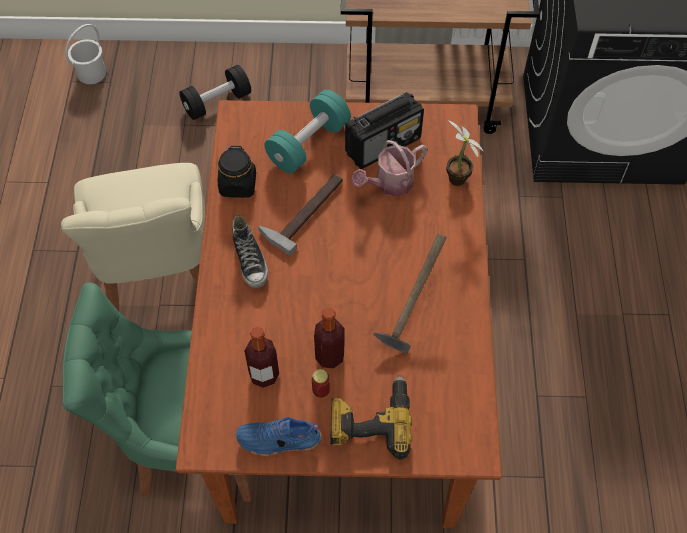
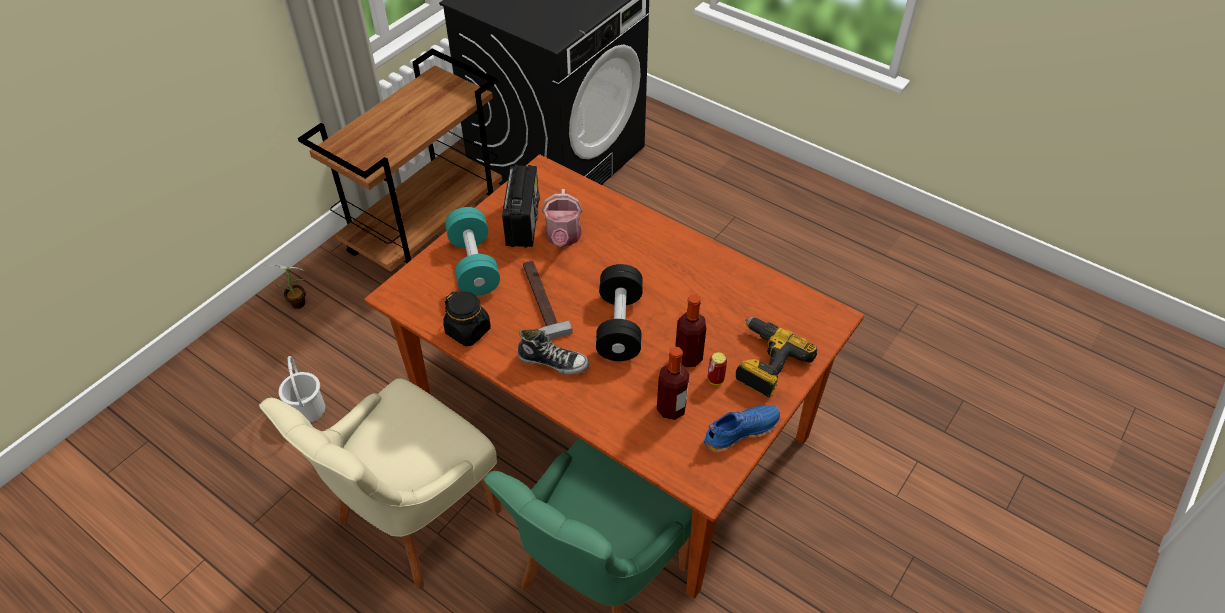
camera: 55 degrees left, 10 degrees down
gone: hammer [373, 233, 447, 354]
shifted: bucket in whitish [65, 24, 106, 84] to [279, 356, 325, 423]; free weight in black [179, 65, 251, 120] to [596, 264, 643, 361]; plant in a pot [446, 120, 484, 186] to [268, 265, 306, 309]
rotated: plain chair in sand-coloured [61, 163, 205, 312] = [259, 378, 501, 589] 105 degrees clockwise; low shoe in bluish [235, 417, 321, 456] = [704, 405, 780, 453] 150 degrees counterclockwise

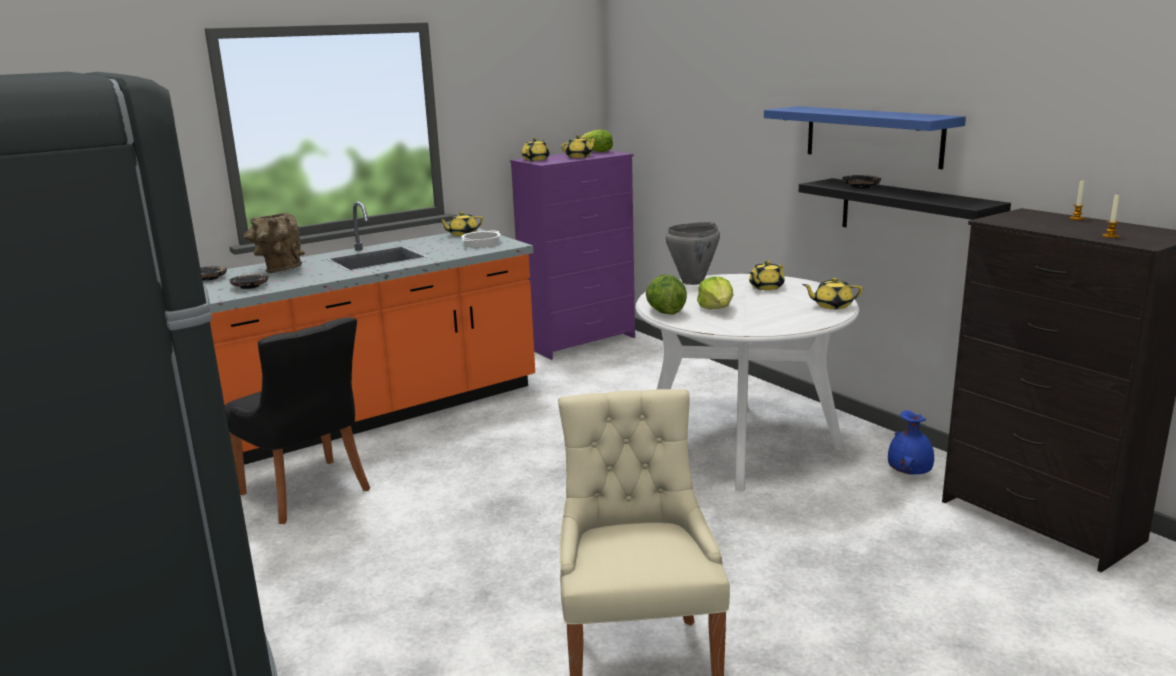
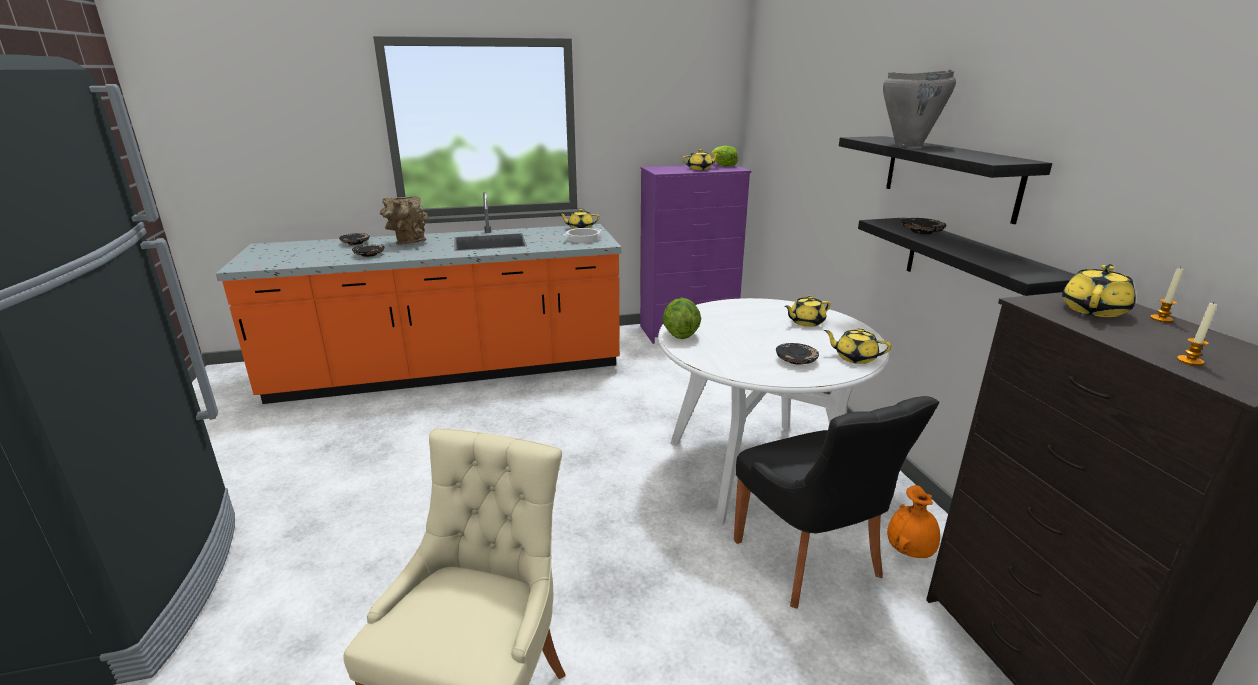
camera: 20 degrees right, 5 degrees up
gone: lettuce [697, 276, 734, 310]
new: dinner plate in black [776, 343, 819, 365]
shifted: pot for tea in yellowish [522, 138, 550, 161] to [1062, 264, 1136, 317]; saucepot in grey [666, 222, 720, 285] to [883, 70, 956, 147]; plain chair in black [225, 317, 370, 524] to [734, 396, 939, 609]
repainted: wall shelf in bluish [764, 106, 966, 169] to wall shelf in black [839, 136, 1052, 224]; flower vase in bluish [888, 410, 934, 475] to flower vase in orange [887, 485, 940, 558]

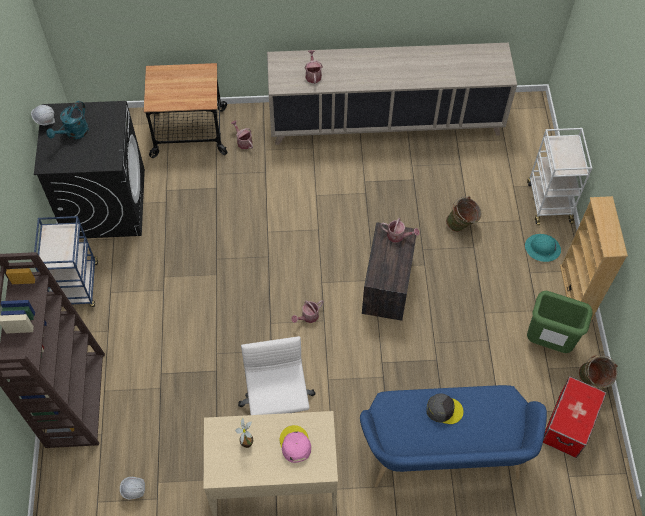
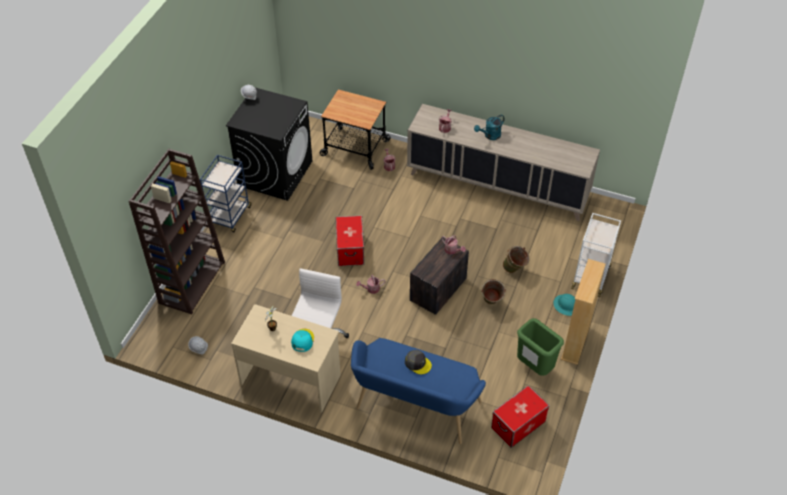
camera: 25 degrees right, 10 degrees down
new: storage bin [335, 215, 364, 266]
shifted: sprinkling can in turquoise-coloured [46, 101, 89, 139] to [474, 115, 505, 140]; bucket in greenish [579, 355, 618, 388] to [481, 279, 506, 304]
repainted: baseball cap in pink [280, 425, 311, 463] to baseball cap in turquoise-coloured [291, 329, 314, 352]

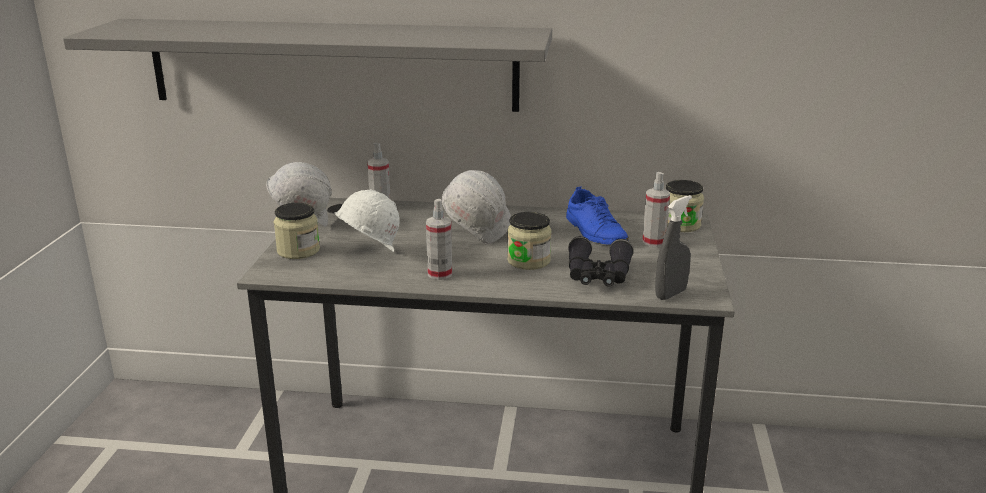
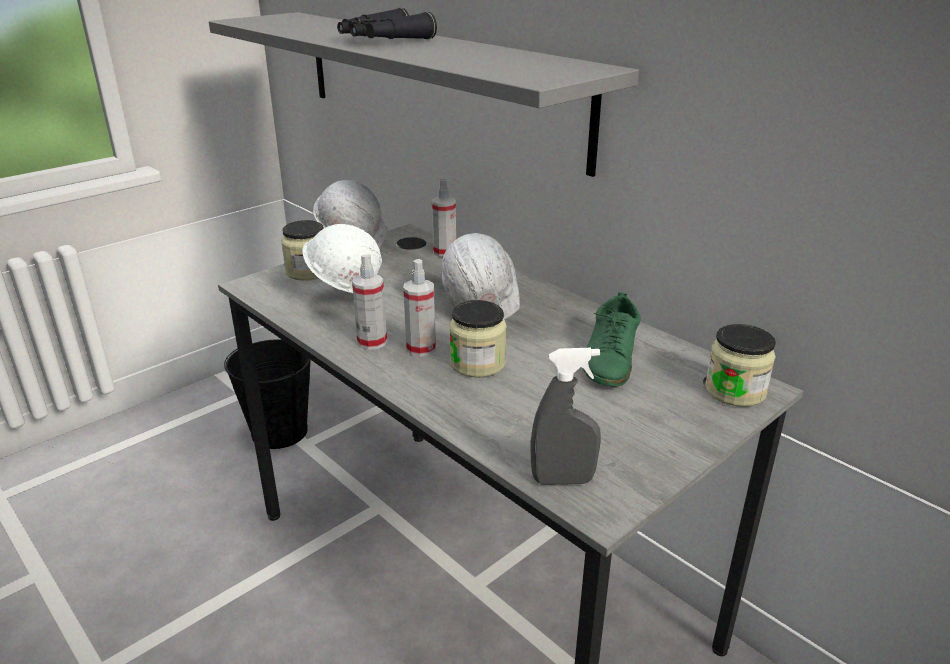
camera: 40 degrees right, 5 degrees up
new: bucket in black [224, 339, 310, 449]
shifted: spray bottle [642, 172, 670, 247] to [403, 259, 436, 357]; pair of binoculars in black [568, 236, 634, 287] to [337, 8, 437, 39]
repainted: low shoe in bluish [566, 186, 629, 244] to low shoe in greenish [583, 292, 641, 387]

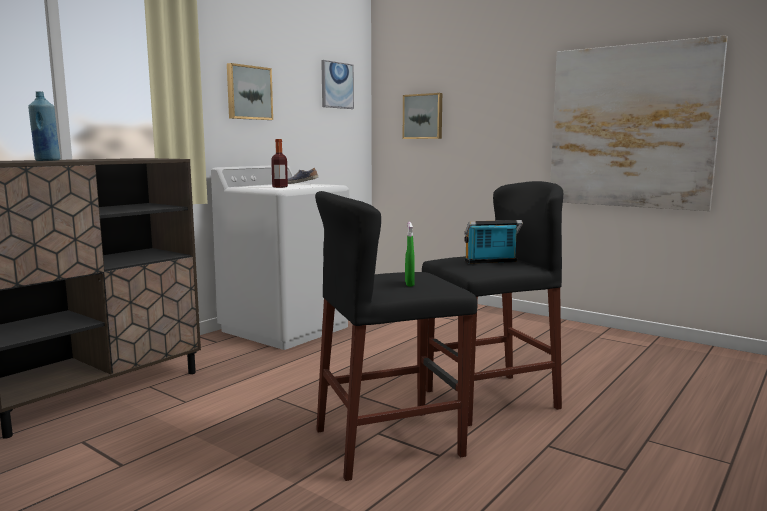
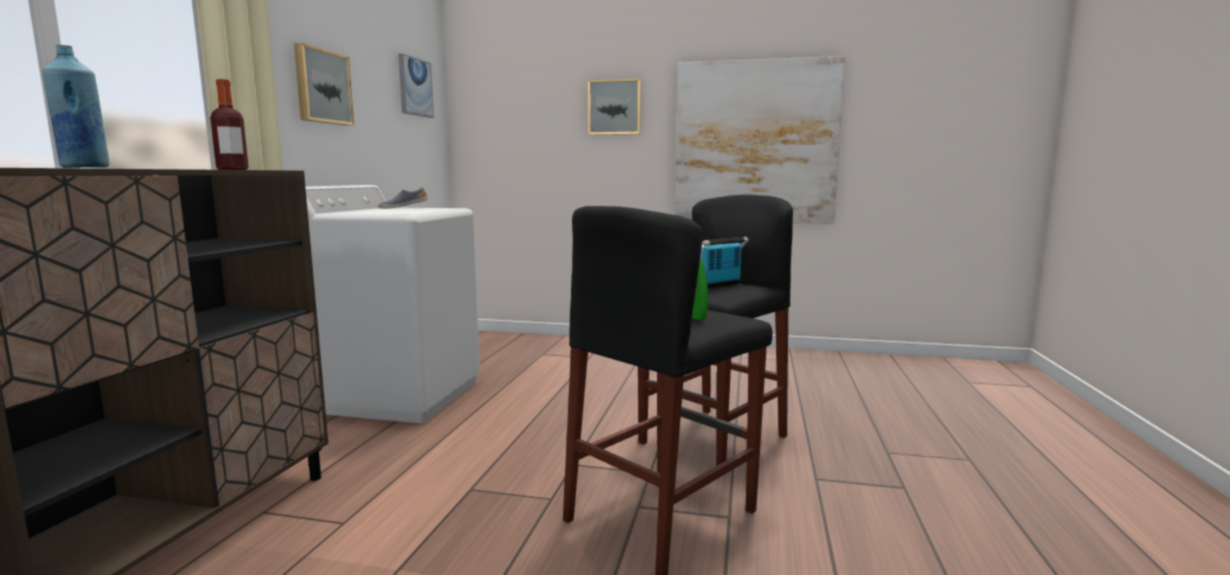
camera: 25 degrees left, 0 degrees up
shifted: wall picture [403, 93, 442, 139] to [588, 79, 641, 135]; drink bottle [271, 139, 288, 188] to [210, 79, 249, 170]

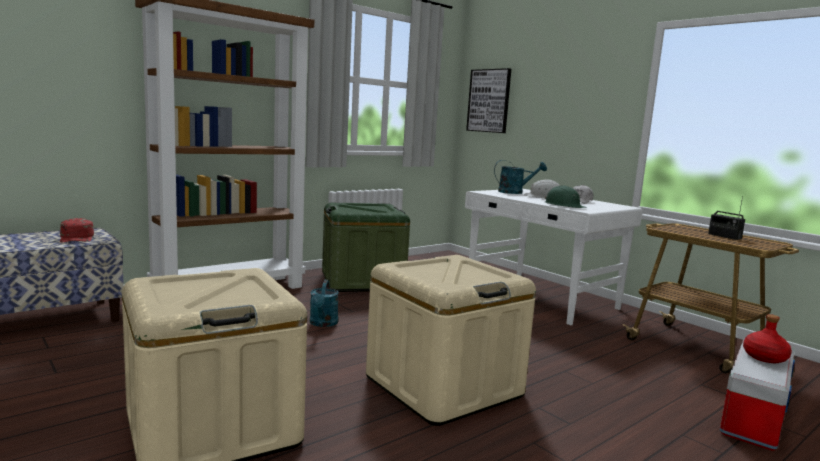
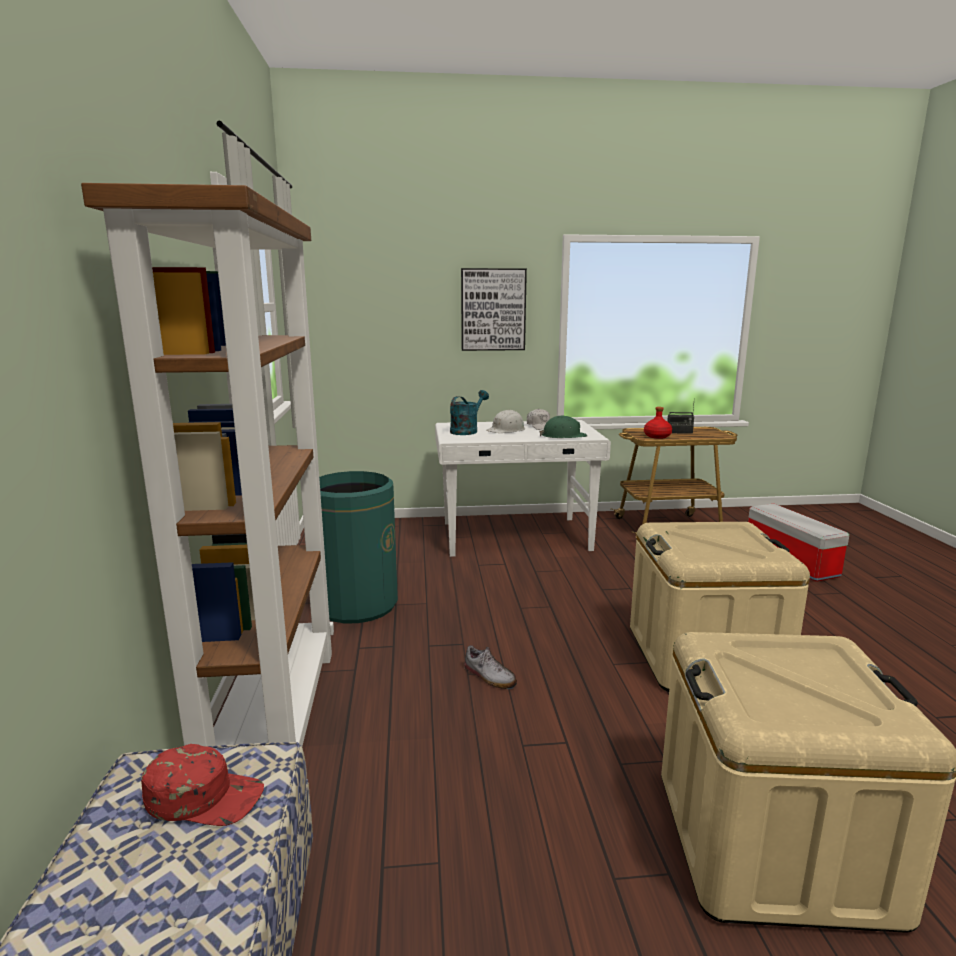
camera: 55 degrees left, 5 degrees up
shifted: wall picture [466, 68, 511, 133] to [461, 268, 527, 351]; drink bottle in red [743, 314, 792, 363] to [644, 407, 672, 439]
swapped: storage bin in greenish [322, 203, 410, 292] to waste bin in greenish [319, 471, 398, 623]; sprinkling can in turquoise-coloured [310, 280, 339, 327] to low shoe [464, 645, 517, 689]

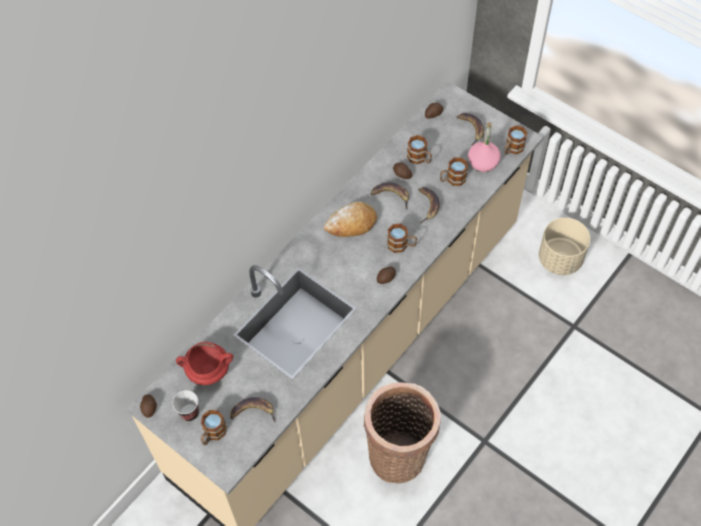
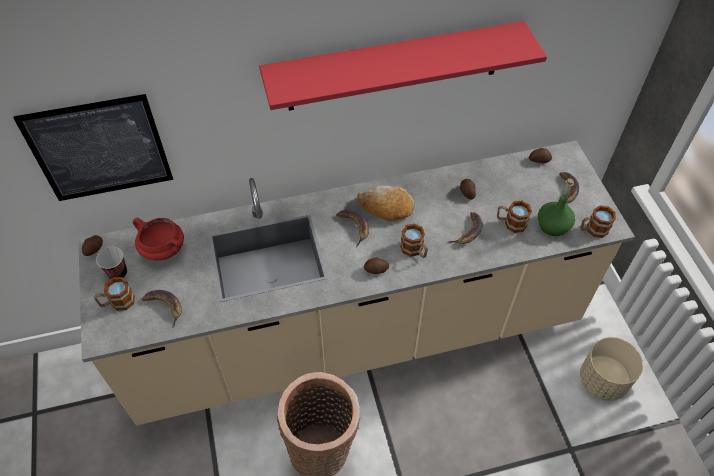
camera: 35 degrees right, 5 degrees down
gone: tea mug [407, 135, 432, 164]
new: wall shelf in red [259, 21, 547, 111]; wall picture [14, 94, 173, 201]
shifted: banana fruit [370, 182, 409, 209] to [336, 210, 369, 247]
repainted: drink bottle in pink [468, 122, 501, 172] to drink bottle in greenish [538, 178, 575, 236]

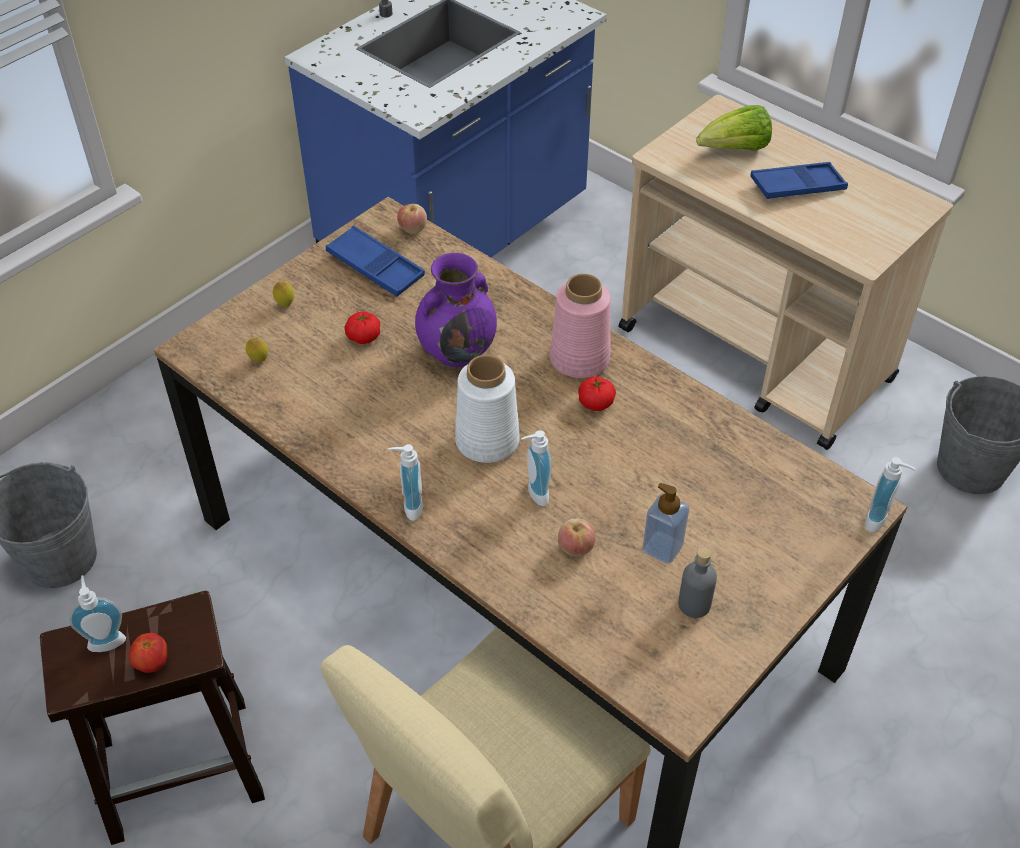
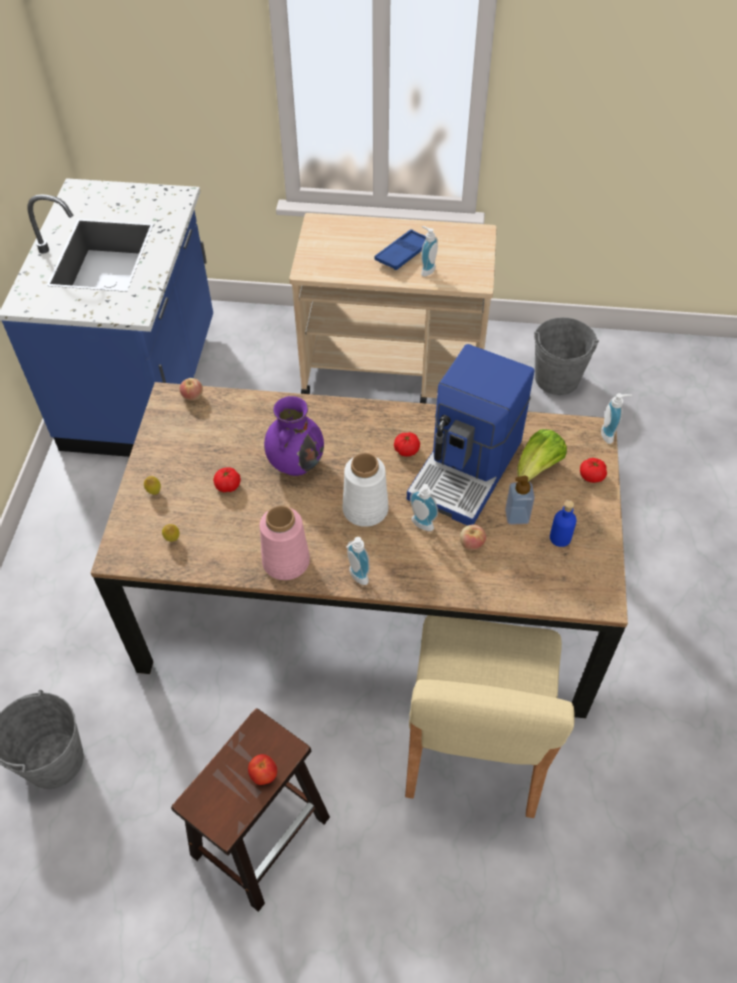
camera: 35 degrees left, 5 degrees up
gone: carrying tray in bluish [326, 225, 425, 297]
new: coffee machine [407, 344, 534, 526]; fresh tomato [580, 458, 607, 483]
shifted: lettuce [696, 105, 772, 150] to [517, 429, 567, 481]; flower vase in pink [550, 274, 611, 378] to [260, 505, 310, 580]; soap bottle [69, 575, 126, 652] to [421, 226, 438, 277]
repainted: drink bottle in grey [678, 547, 717, 618] to drink bottle in bluish [550, 500, 577, 547]

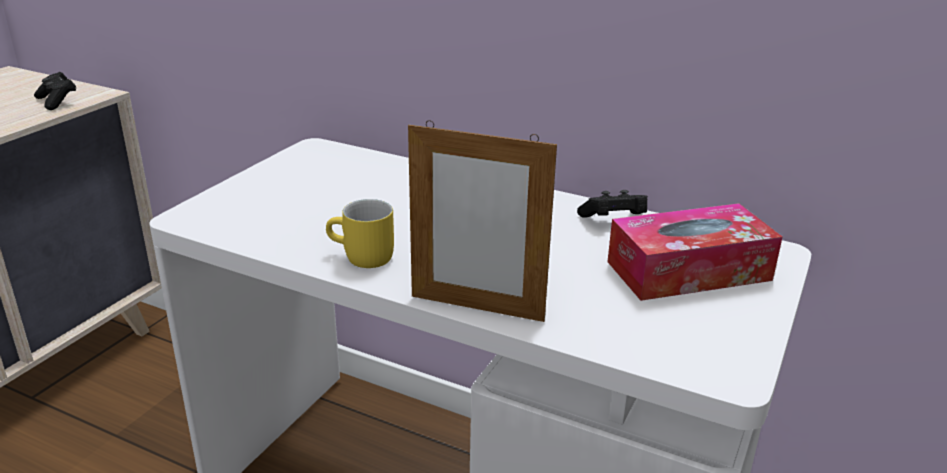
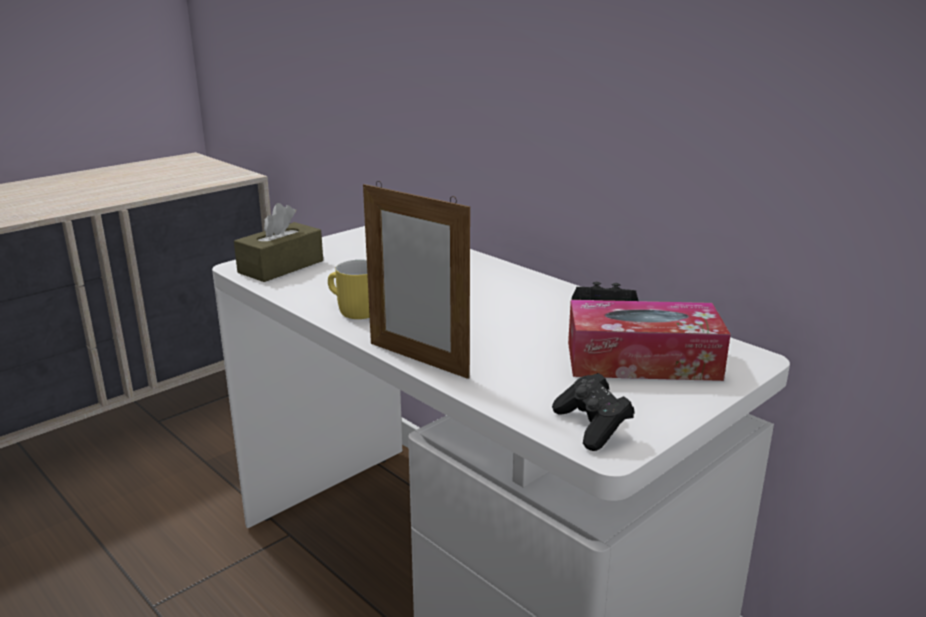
camera: 20 degrees right, 5 degrees down
new: tissue box in brownish [234, 203, 323, 282]
shifted: joypad in black [34, 72, 76, 110] to [552, 373, 635, 451]

